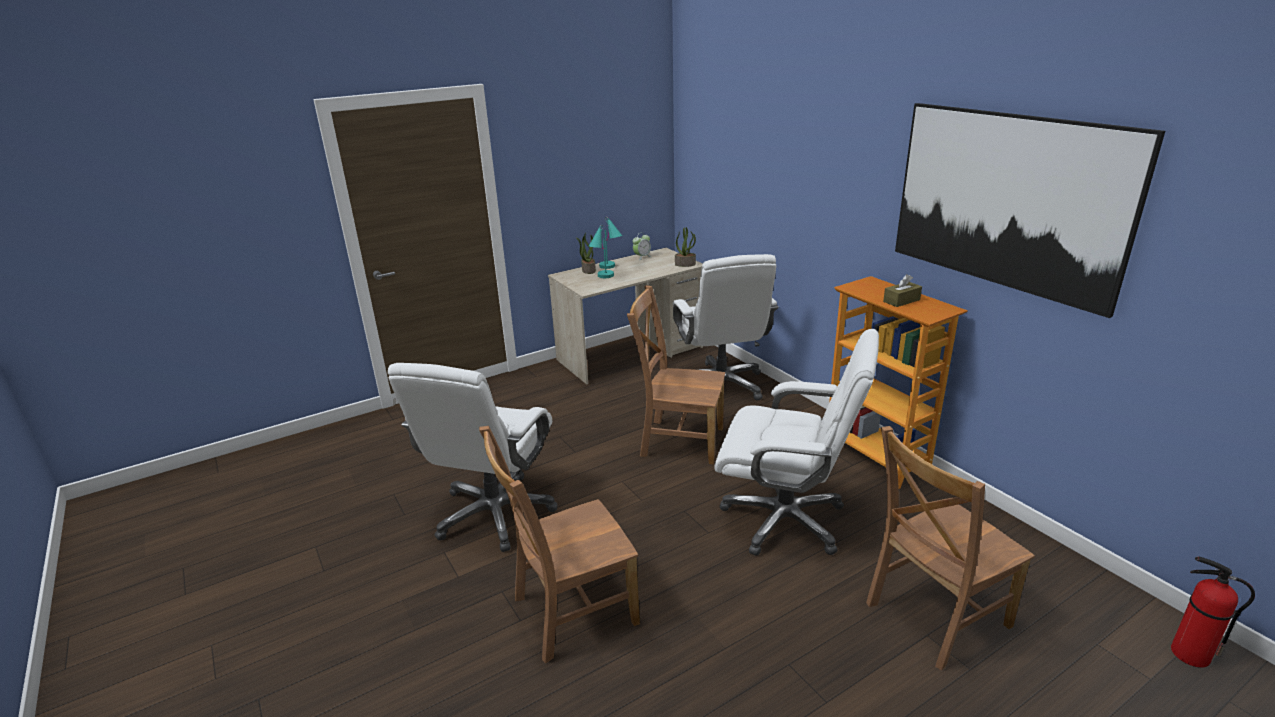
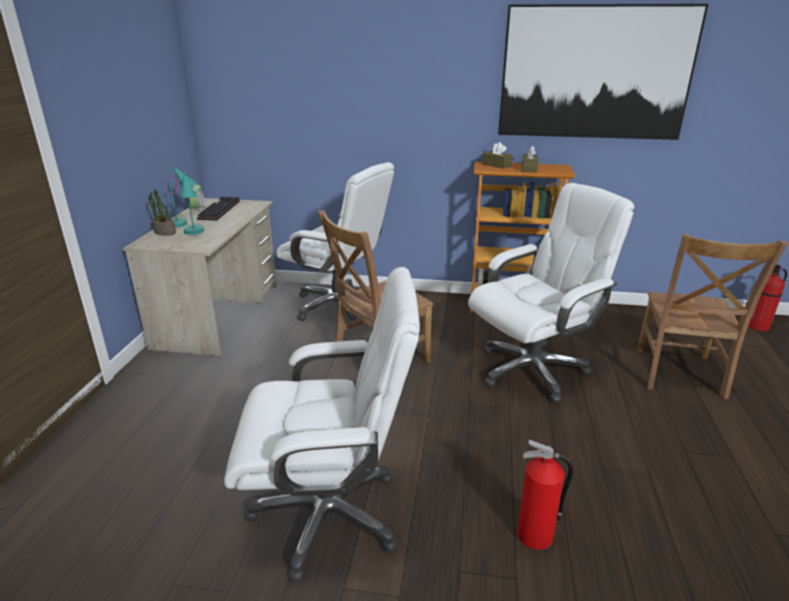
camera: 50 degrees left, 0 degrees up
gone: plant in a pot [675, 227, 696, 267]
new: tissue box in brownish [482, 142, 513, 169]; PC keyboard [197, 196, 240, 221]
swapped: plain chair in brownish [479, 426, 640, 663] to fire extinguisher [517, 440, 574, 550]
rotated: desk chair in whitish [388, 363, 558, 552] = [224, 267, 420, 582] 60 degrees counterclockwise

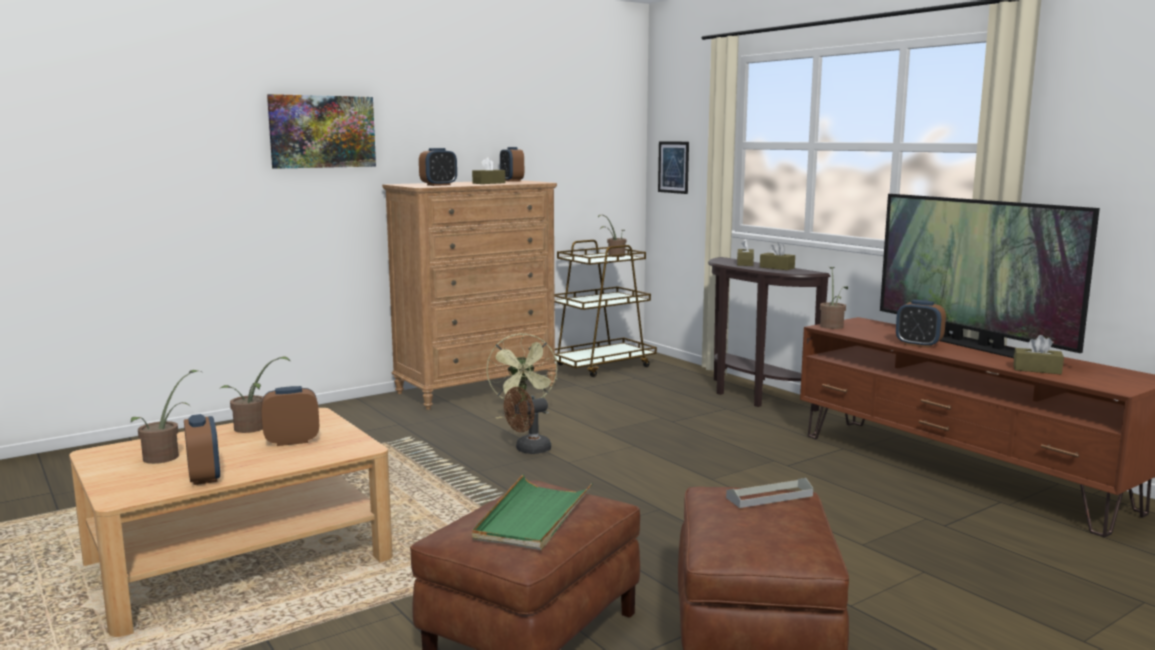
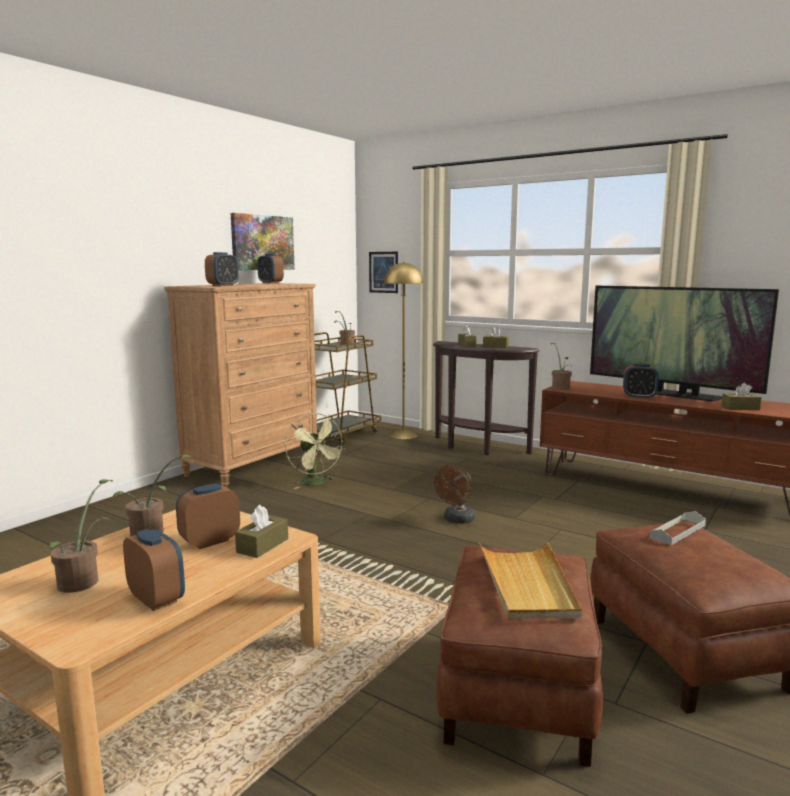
camera: 20 degrees left, 0 degrees up
new: standard lamp in yellowish [384, 262, 424, 439]
shifted: wall picture [267, 94, 376, 169] to [231, 213, 295, 270]; tissue box in brownish [472, 157, 505, 184] to [235, 505, 288, 558]; electric fan in brownish [504, 387, 551, 454] to [434, 465, 475, 524]
repainted: carrying tray in greenish [472, 474, 593, 550] to carrying tray in sand-coloured [479, 542, 581, 619]

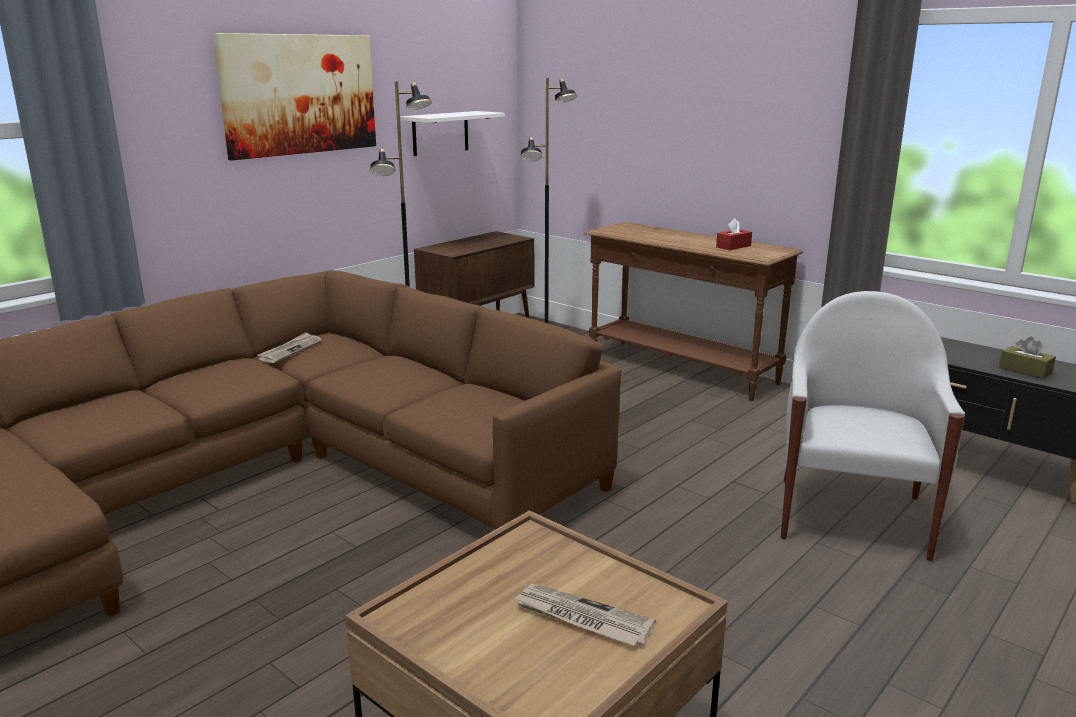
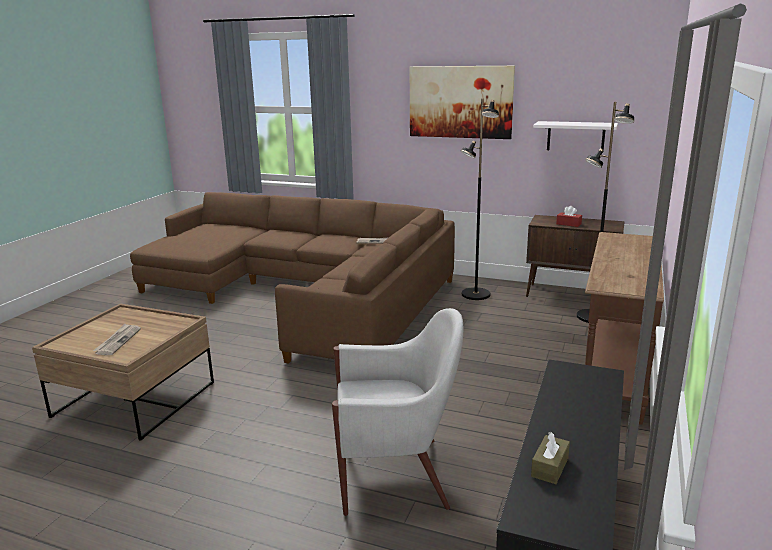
camera: 70 degrees right, 0 degrees up
shifted: tissue box in red [716, 218, 752, 250] to [556, 206, 582, 227]

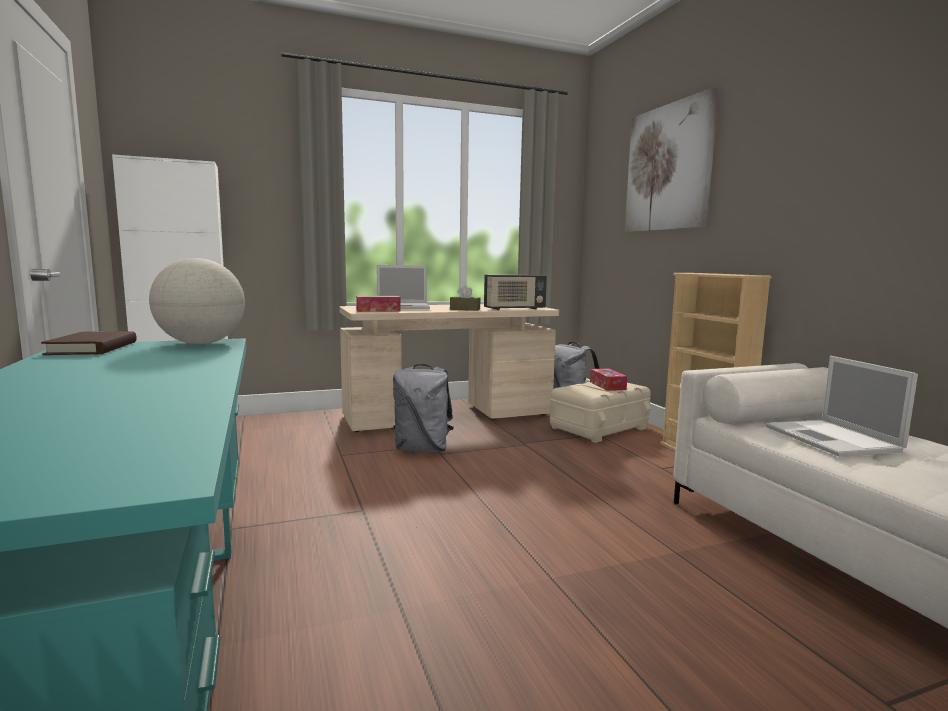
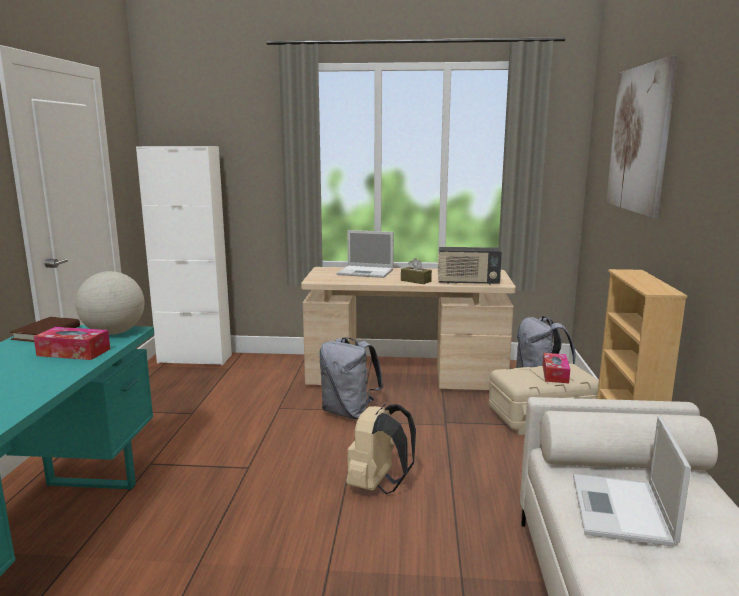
camera: 25 degrees right, 5 degrees up
new: rucksack in sand-coloured [346, 404, 416, 494]
shifted: tissue box [356, 296, 401, 312] to [33, 327, 110, 360]

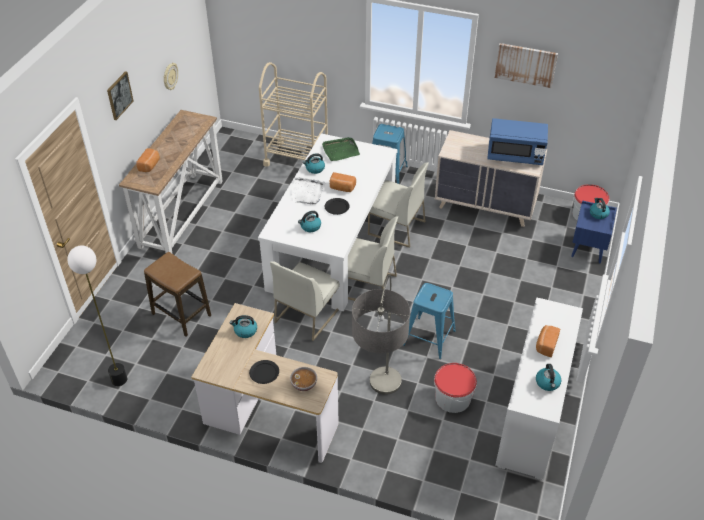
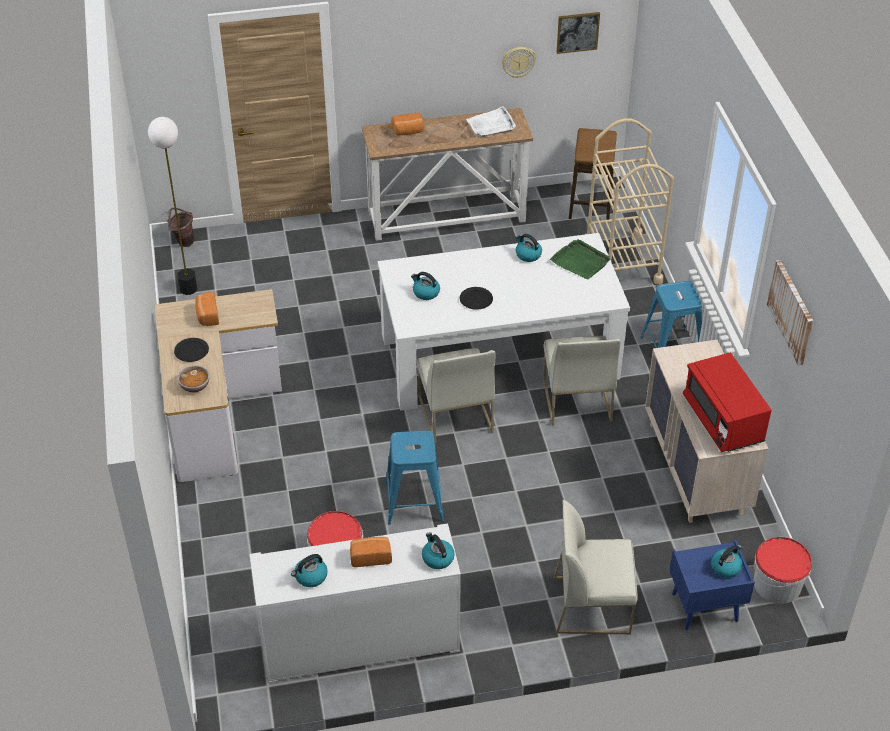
camera: 60 degrees right, 0 degrees up
gone: standard lamp [352, 274, 410, 395]
new: bucket in brownish [168, 208, 194, 247]
shifted: wall picture [107, 71, 133, 120] to [557, 12, 600, 54]; bread [330, 172, 356, 192] to [195, 292, 219, 326]; carrying tray in whitish [290, 177, 325, 204] to [466, 106, 516, 137]; stool seat [144, 252, 211, 337] to [569, 128, 617, 220]; plain chair in whitish [270, 261, 340, 341] to [554, 500, 638, 634]; water kettle [229, 315, 257, 338] to [422, 532, 455, 569]
repainted: microwave in bluish [487, 118, 548, 165] to microwave in red [683, 353, 772, 452]

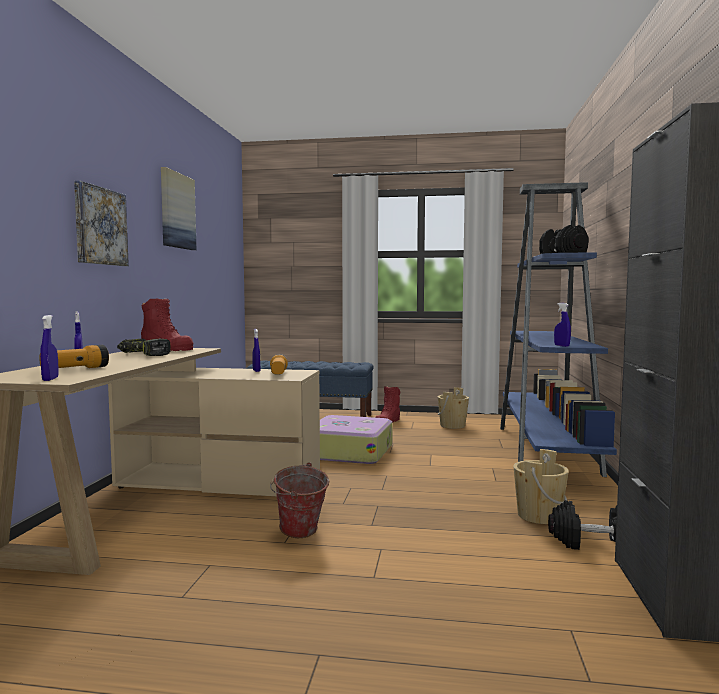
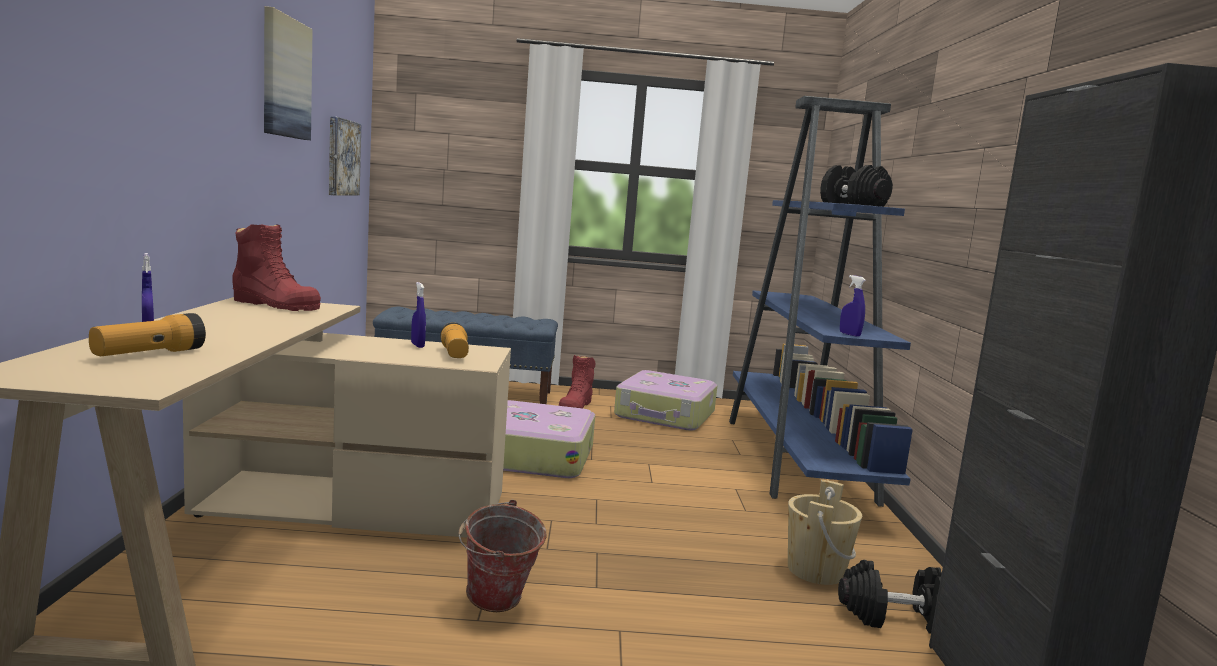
camera: 10 degrees left, 5 degrees up
gone: spray bottle in bluish [40, 315, 59, 381]; power drill [117, 338, 171, 356]
shifted: wall picture [74, 181, 129, 266] to [329, 116, 361, 196]
swapped: bucket in sand-coloured [438, 387, 469, 429] to suitcase [614, 370, 717, 431]

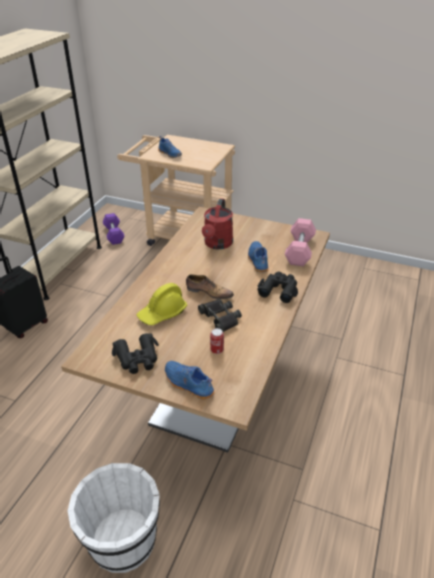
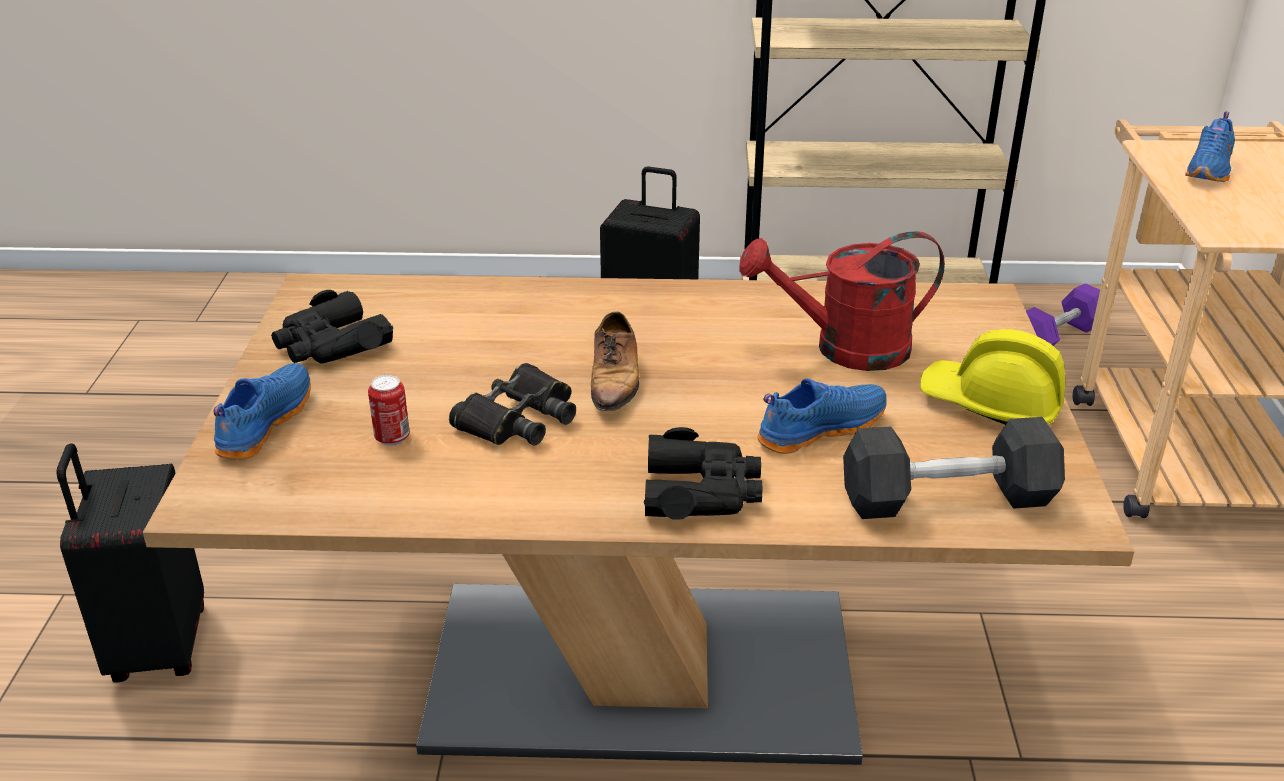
camera: 70 degrees right, 5 degrees down
shifted: work helmet in yellowish [137, 283, 187, 326] to [920, 329, 1065, 425]
swapped: bucket in whitish [68, 463, 160, 573] to suitcase in black [56, 443, 204, 683]
repainted: free weight in pink [285, 218, 316, 266] to free weight in grey [843, 417, 1065, 519]

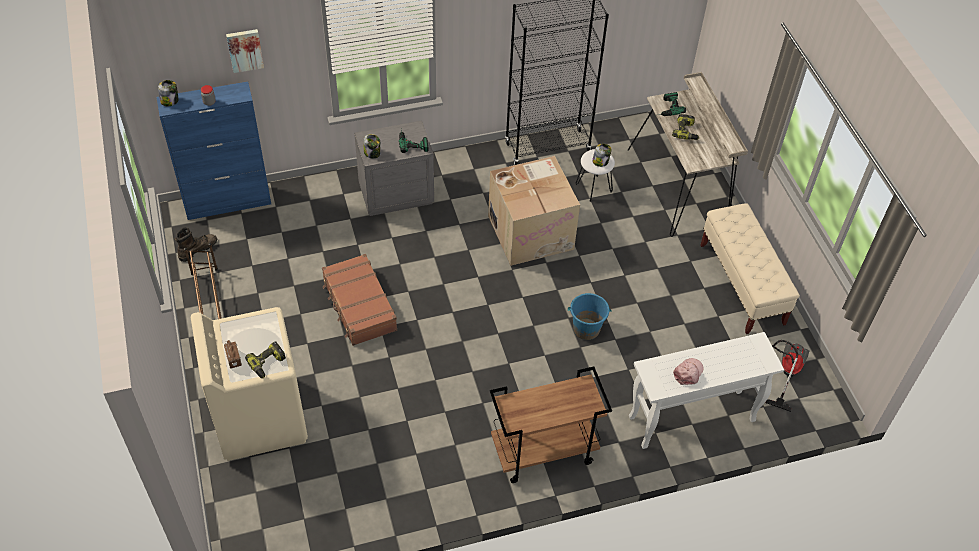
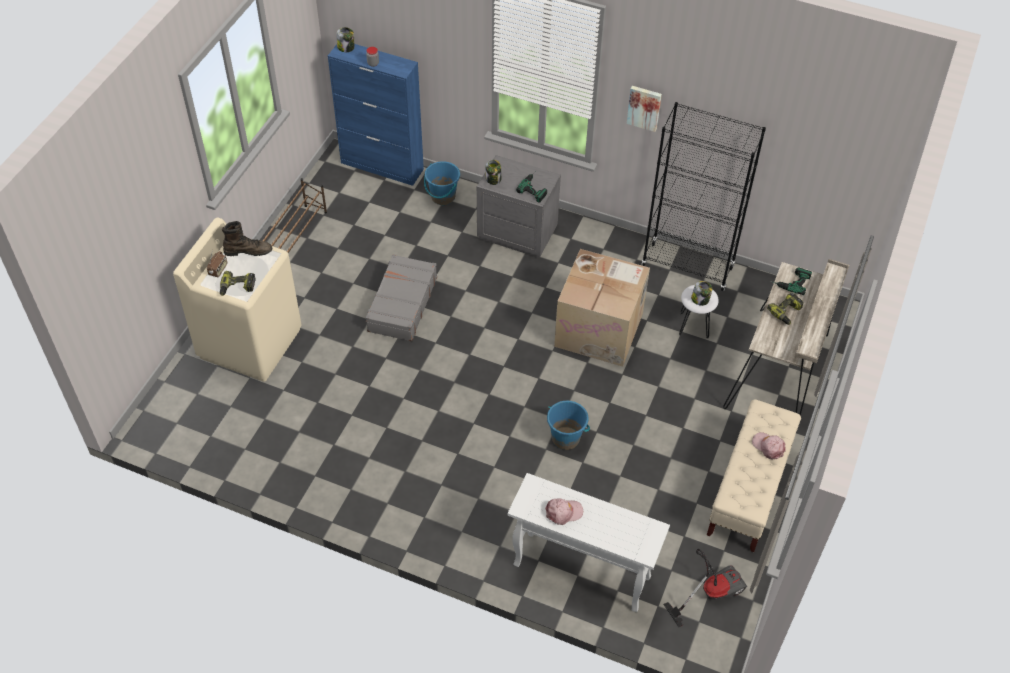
camera: 40 degrees right, 0 degrees up
gone: cart in brownish [490, 366, 612, 483]
new: bucket in bluish [424, 161, 460, 205]; baseball cap in pink [752, 432, 786, 460]
shifted: wall picture [226, 29, 264, 73] to [627, 86, 662, 132]; tall boot in brownish [175, 227, 217, 262] to [222, 221, 272, 256]
repainted: suitcase in brownish [322, 254, 397, 346] to suitcase in grey [366, 254, 437, 341]

